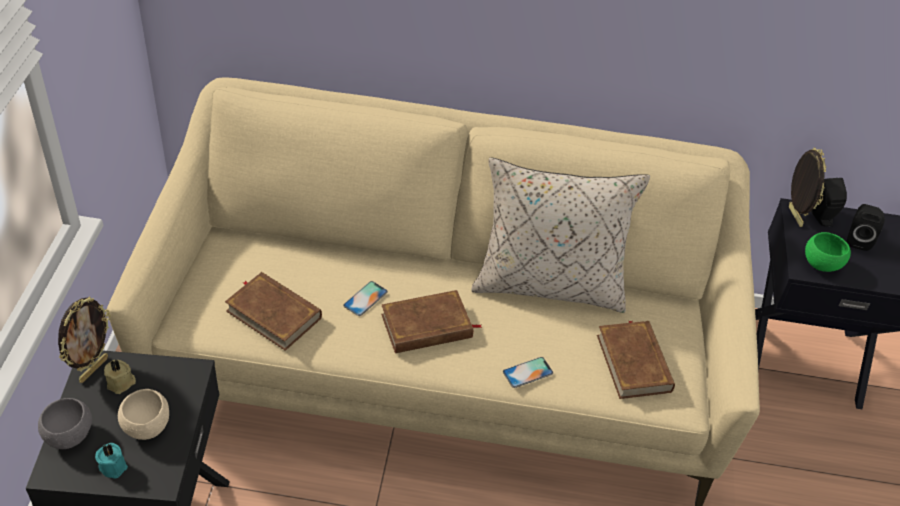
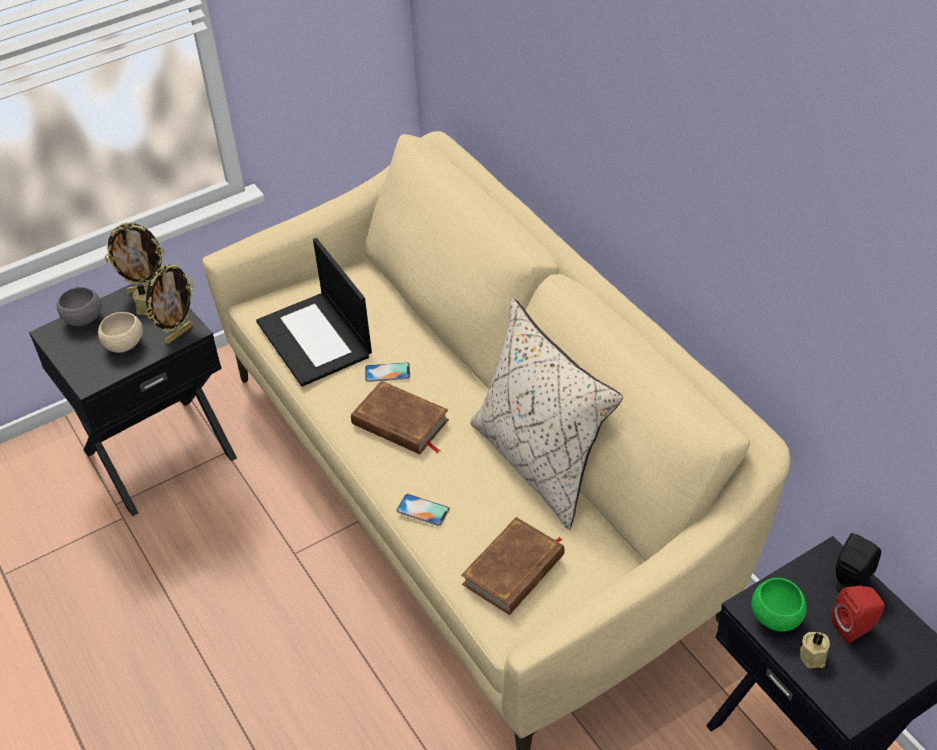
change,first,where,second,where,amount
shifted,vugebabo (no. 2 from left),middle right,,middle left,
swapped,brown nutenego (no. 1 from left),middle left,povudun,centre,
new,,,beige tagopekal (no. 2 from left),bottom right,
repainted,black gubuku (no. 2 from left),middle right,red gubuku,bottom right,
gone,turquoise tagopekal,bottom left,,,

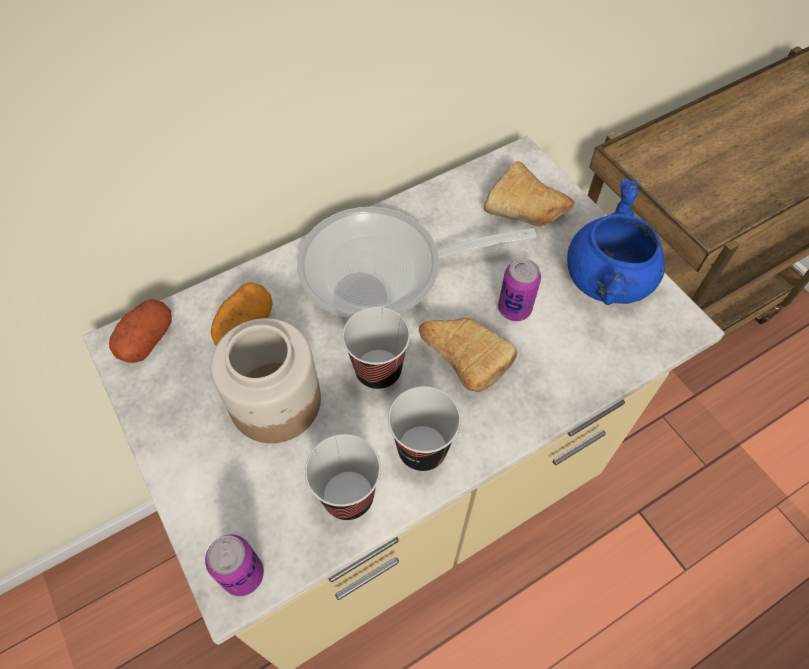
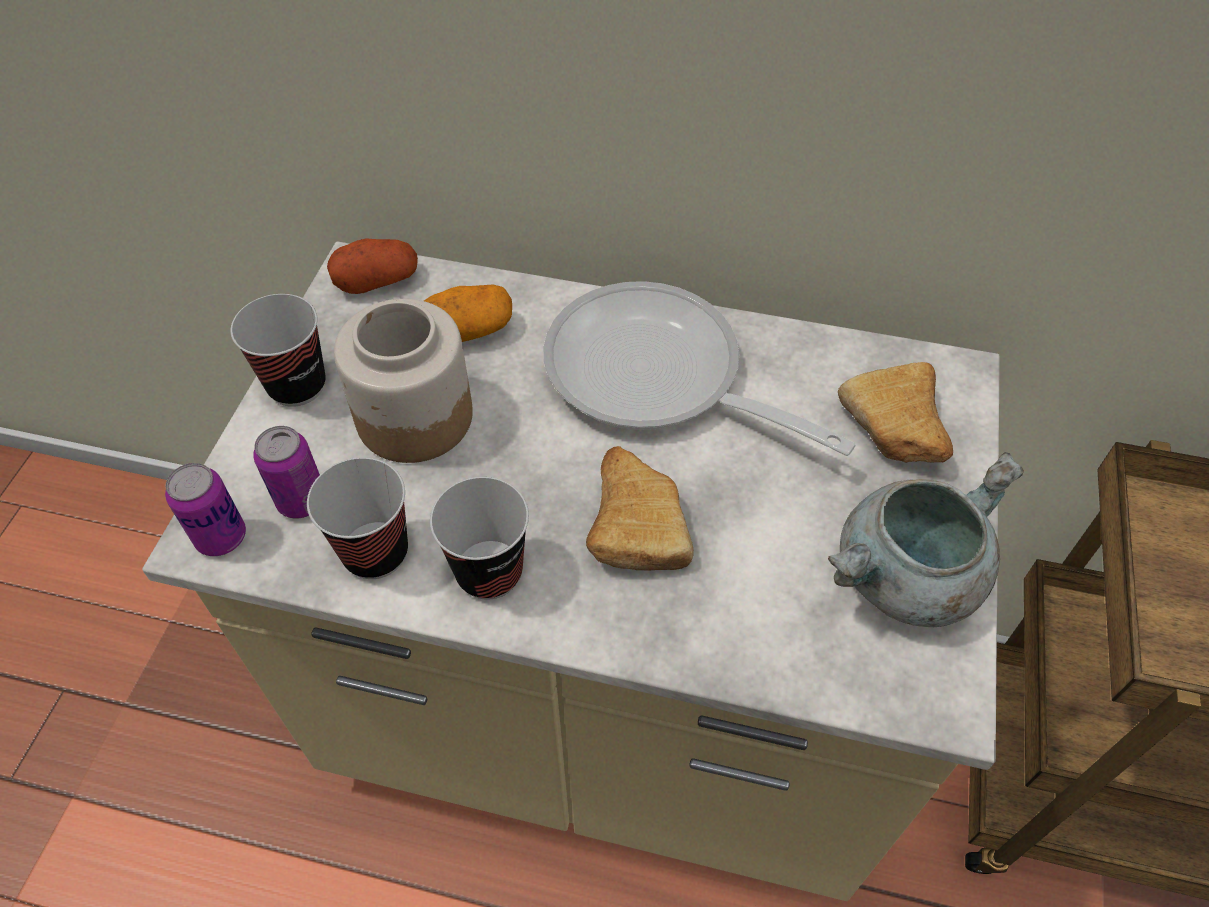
change,first,where,second,where,amount
shifted,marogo (no. 2 from left in the first image),centre,marogo (no. 1 from left),middle left,
shifted,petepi (no. 2 from left),centre,,middle left,
repainted,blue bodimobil,middle right,grey bodimobil,middle right,

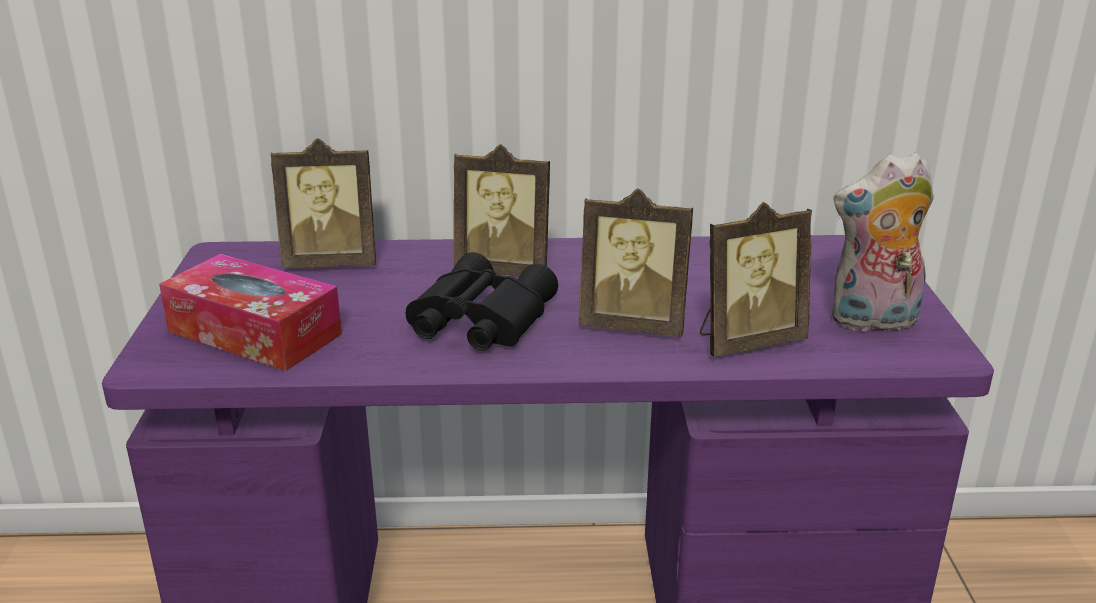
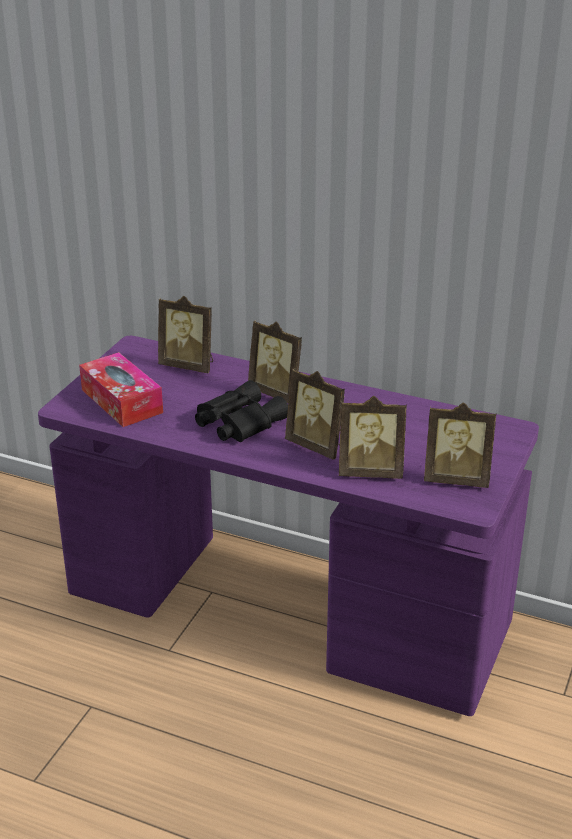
change,first,where,second,where,amount
swapped,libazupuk,middle right,vugebabo (no. 5 from left),middle right,

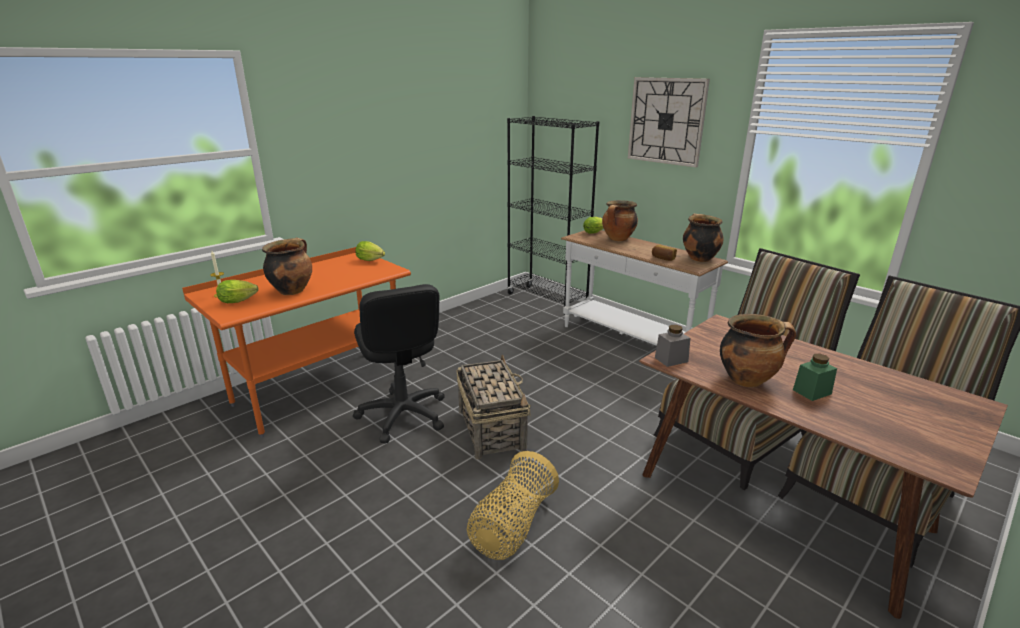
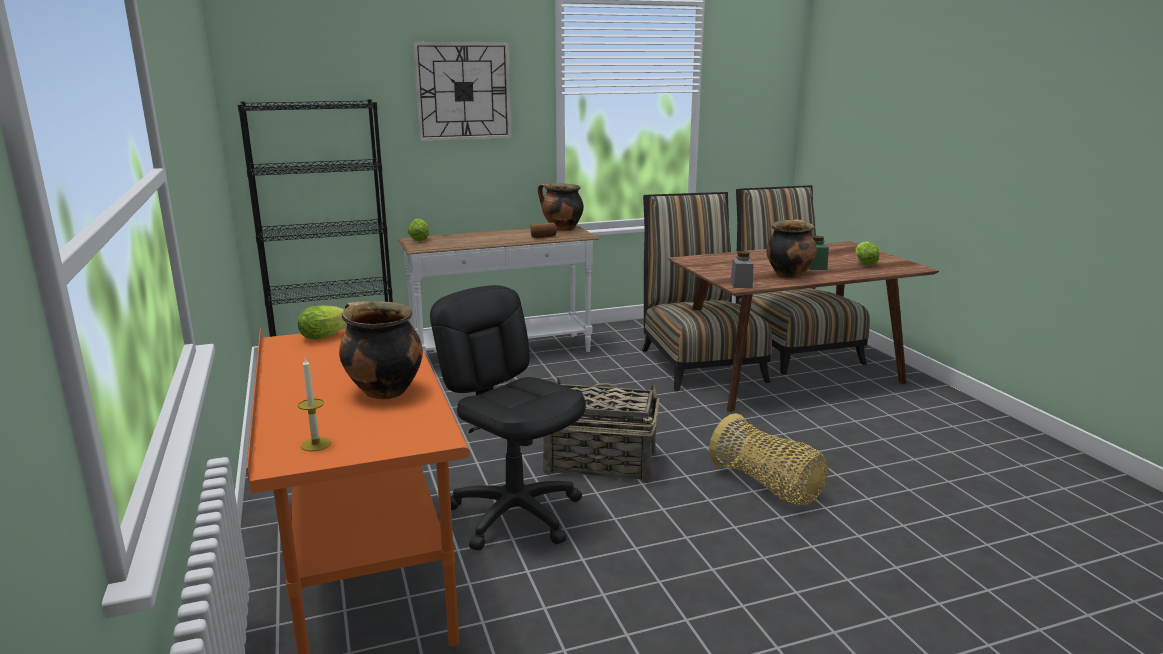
change,first,where,second,where,amount
rotated,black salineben,centre,,centre,135 degrees counterclockwise
shifted,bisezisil (no. 1 from left in the first image),middle left,bisezisil (no. 3 from left),middle right,
gone,bodimobil (no. 2 from left),centre,,,

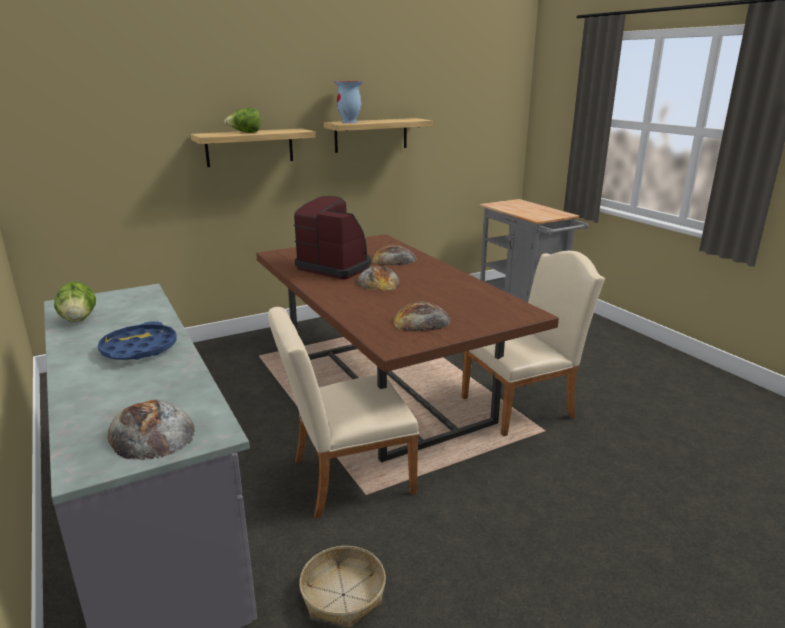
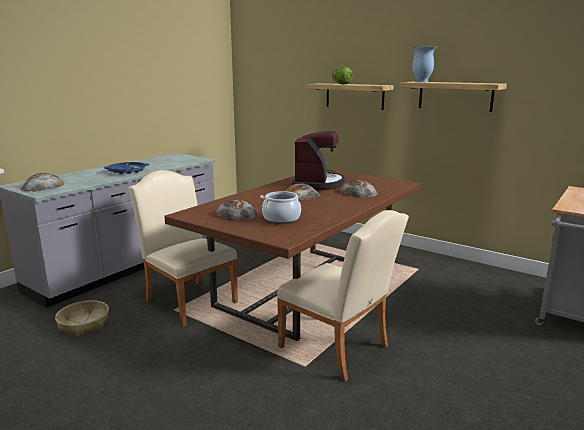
change,first,where,second,where,amount
new,,,bodimobil,centre,
gone,bisezisil (no. 1 from left),middle left,,,

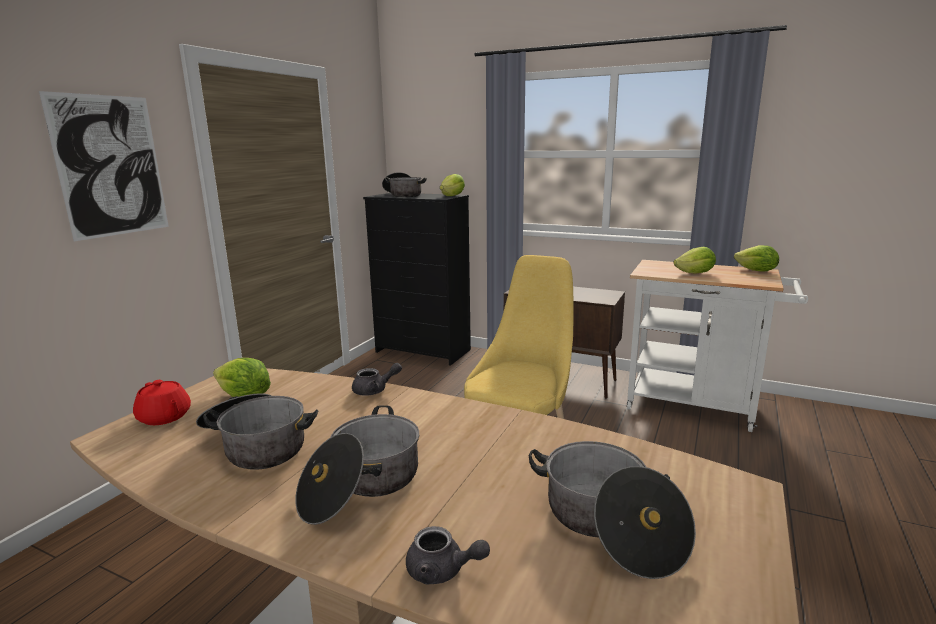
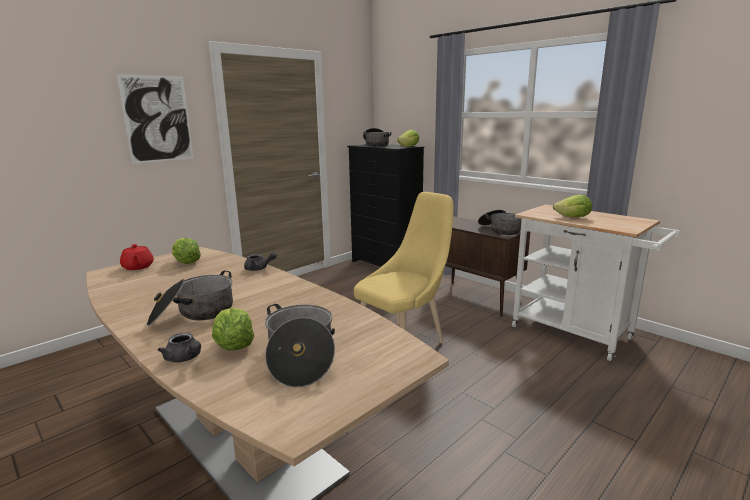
change,first,where,second,where,amount
shifted,bisezisil (no. 4 from left in the first image),middle right,bisezisil (no. 2 from left),middle left,
shifted,bodimobil (no. 1 from left in the first image),bottom left,bodimobil (no. 4 from left),middle right,

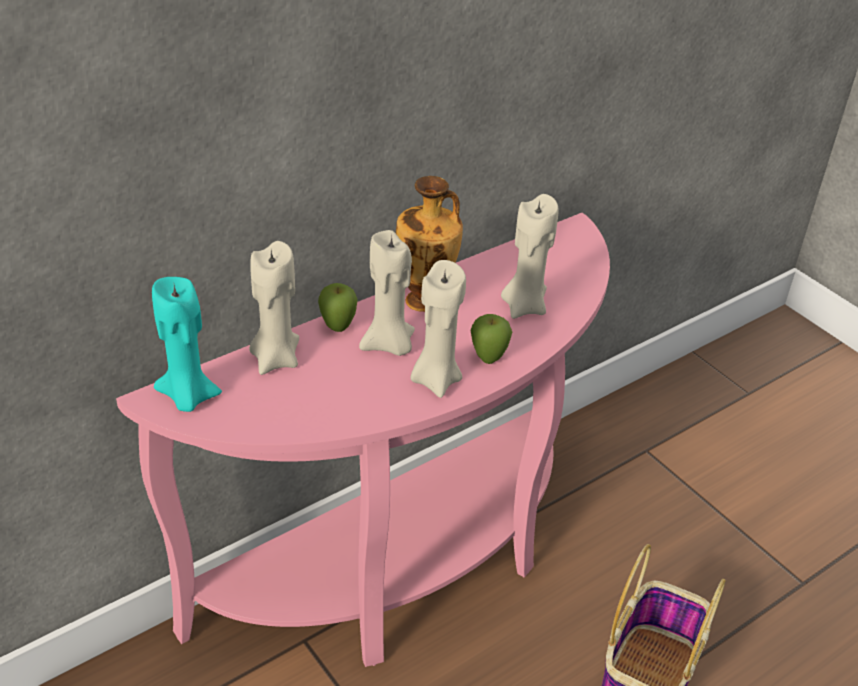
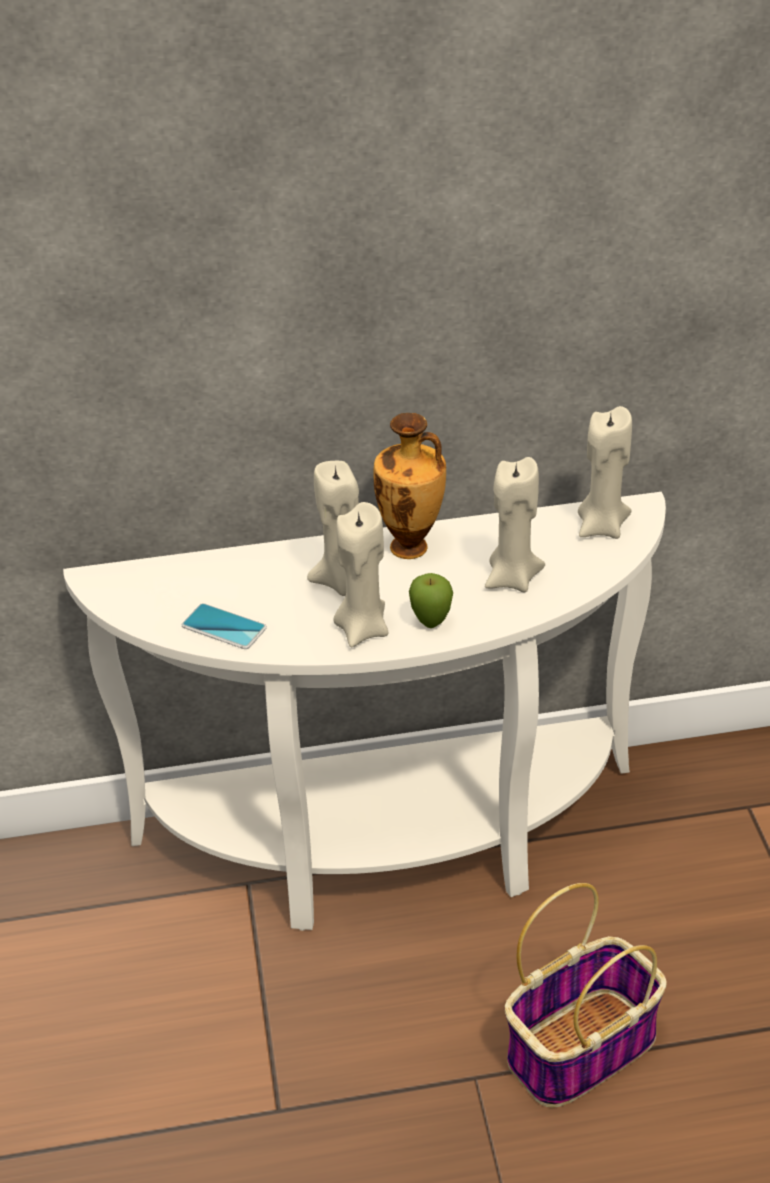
change,first,where,second,where,amount
repainted,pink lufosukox,centre,white lufosukox,centre,
new,,,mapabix,middle left,
shifted,beige tagopekal (no. 1 from left in the first image),middle left,beige tagopekal (no. 4 from left),middle right,
gone,turquoise tagopekal,middle left,,,
gone,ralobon (no. 1 from left),centre,,,

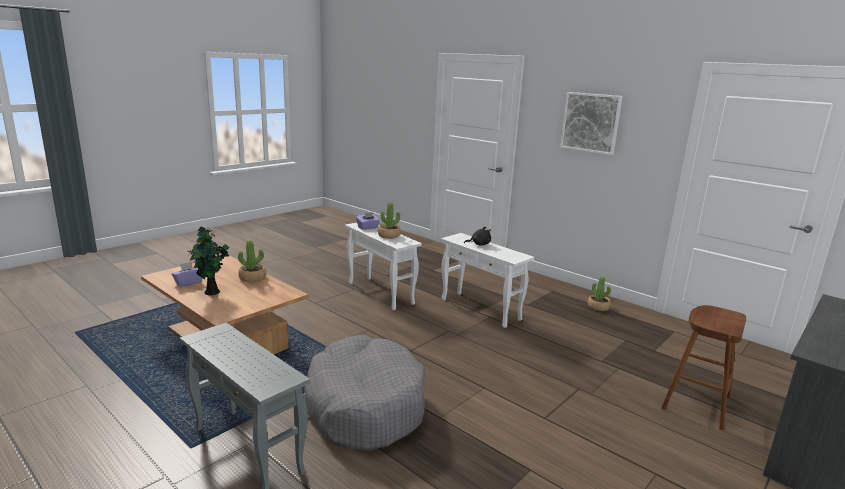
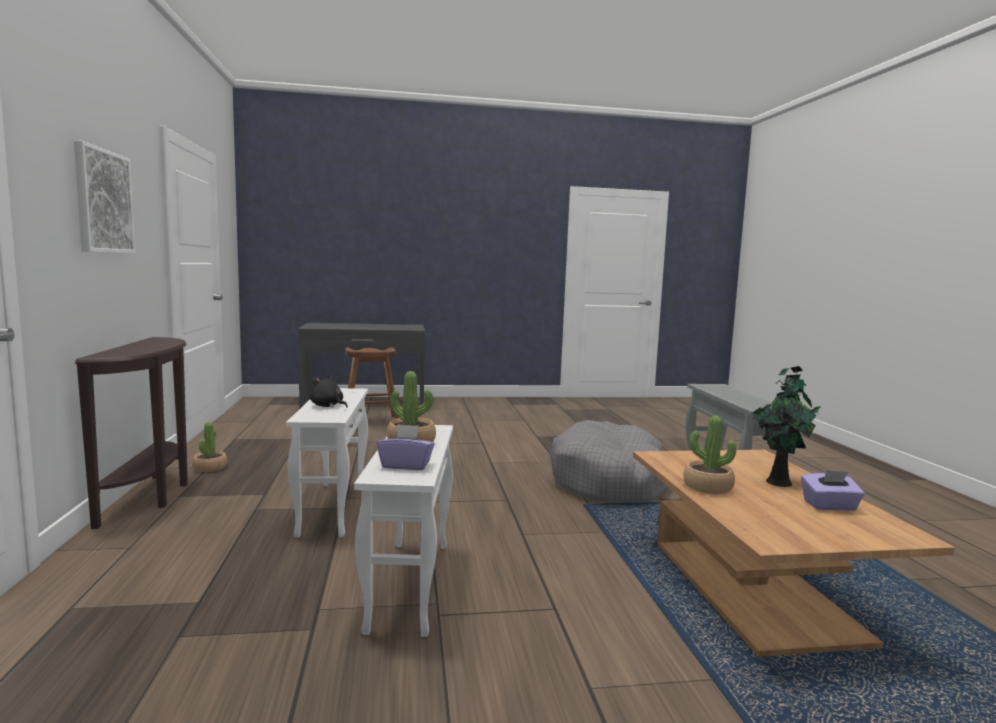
change,first,where,second,where,amount
new,,,brown lufosukox,middle left,

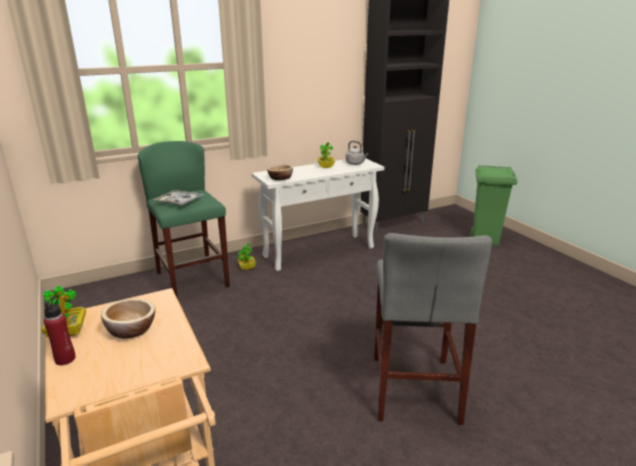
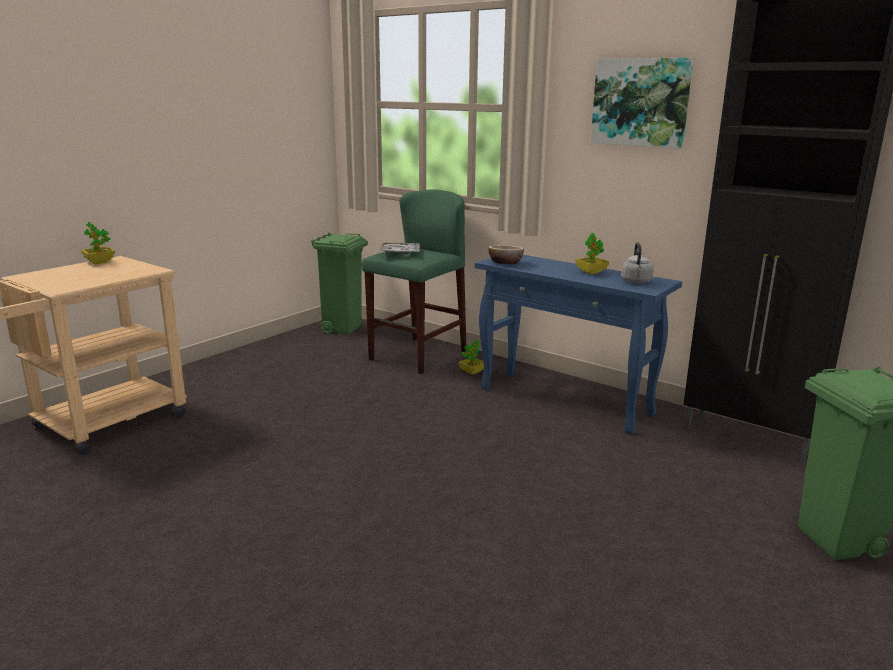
change,first,where,second,where,amount
new,,,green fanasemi (no. 1 from left),centre,
repainted,white lufosukox,centre,blue lufosukox,centre,
new,,,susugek,top right,
gone,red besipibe,bottom left,,,
gone,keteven (no. 1 from left),bottom left,,,
gone,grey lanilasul,bottom right,,,

